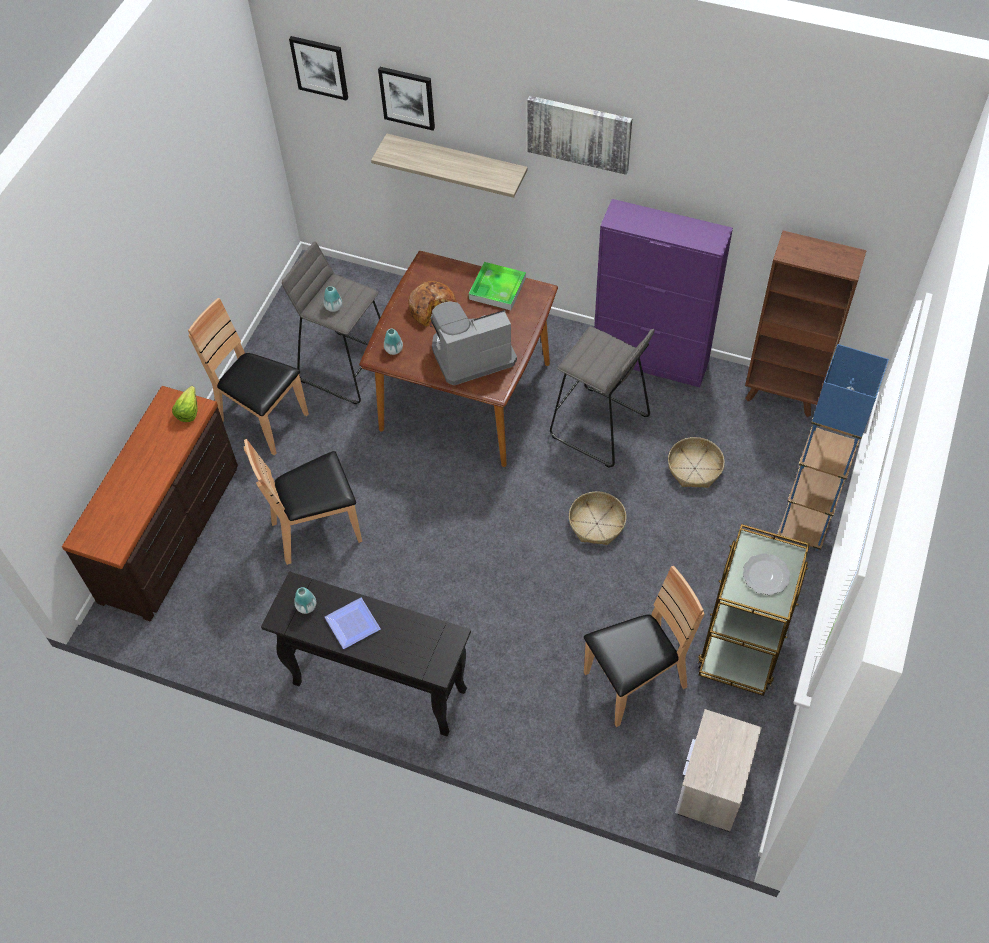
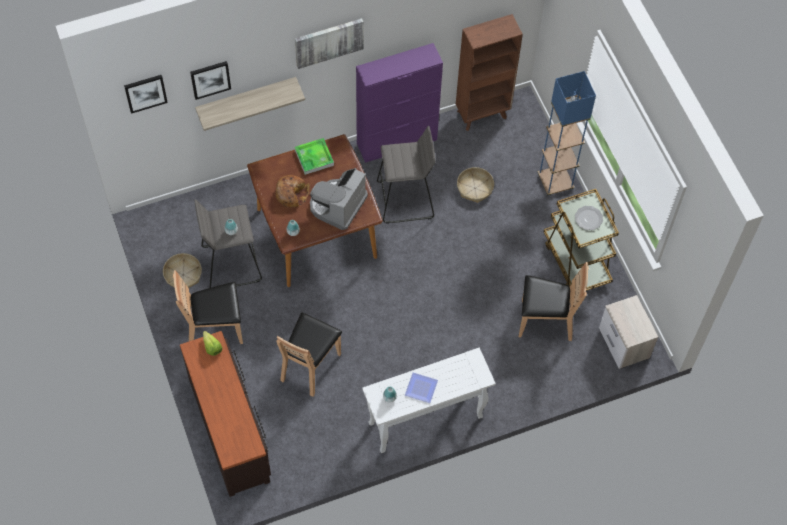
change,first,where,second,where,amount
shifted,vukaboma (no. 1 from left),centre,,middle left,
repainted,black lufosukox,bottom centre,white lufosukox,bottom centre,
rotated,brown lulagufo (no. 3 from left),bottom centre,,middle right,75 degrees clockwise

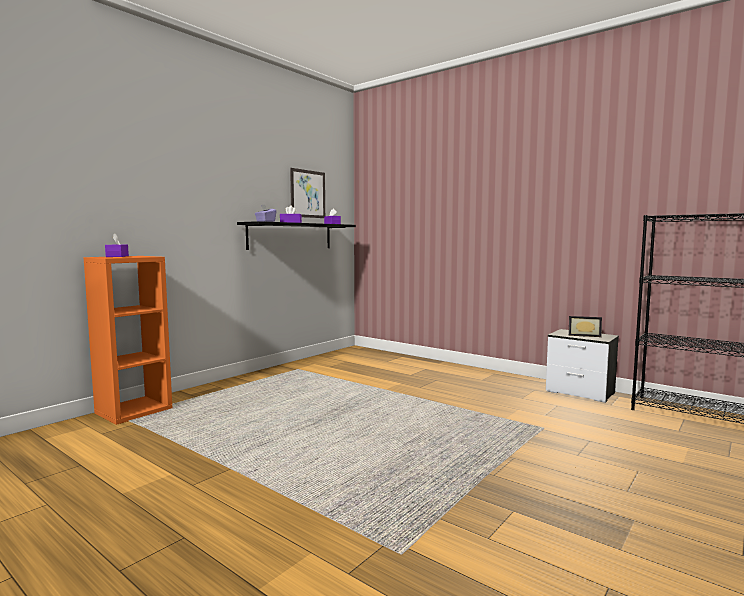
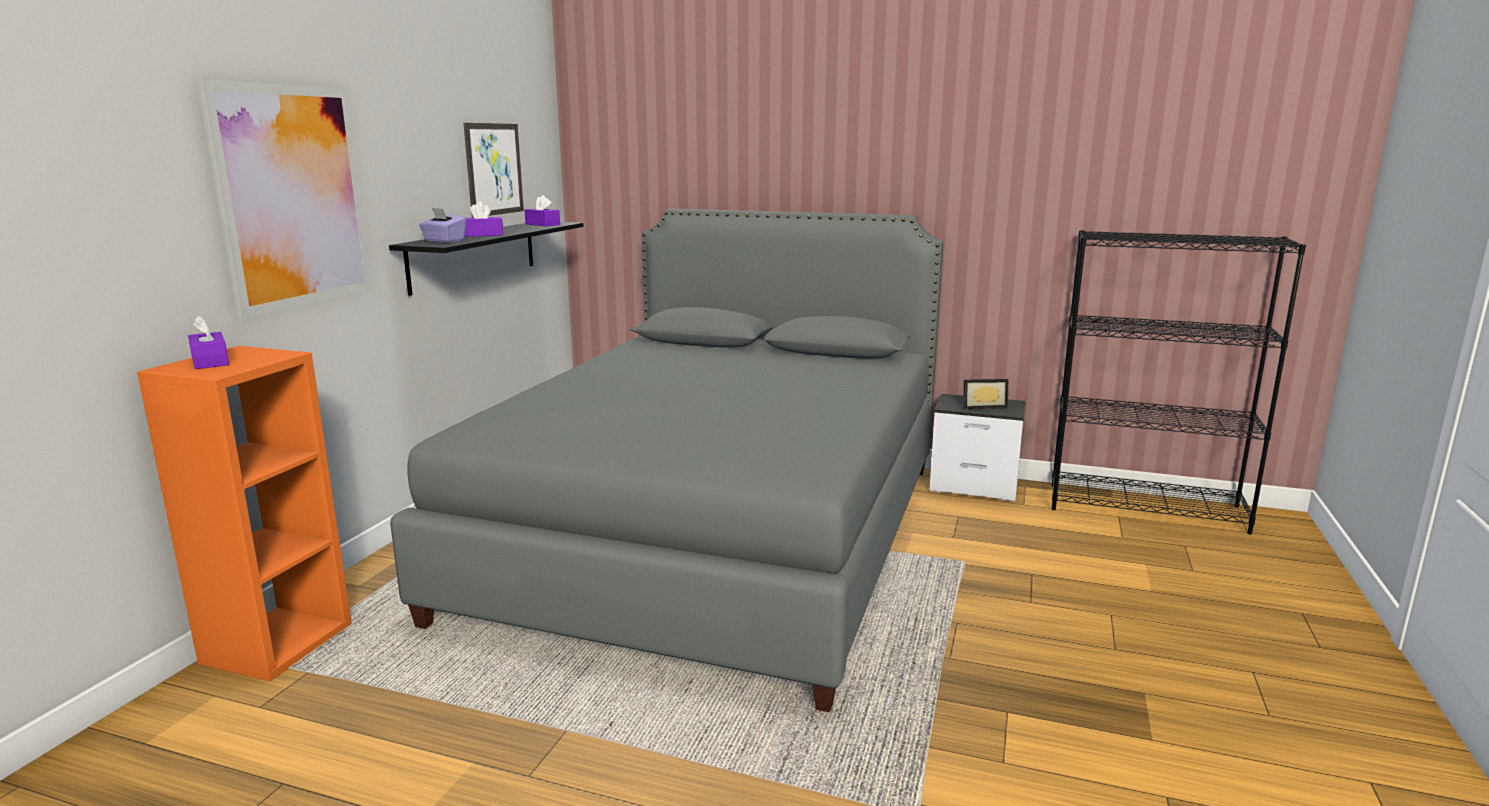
change,first,where,second,where,amount
new,,,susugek (no. 1 from left),top left,
new,,,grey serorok,centre,

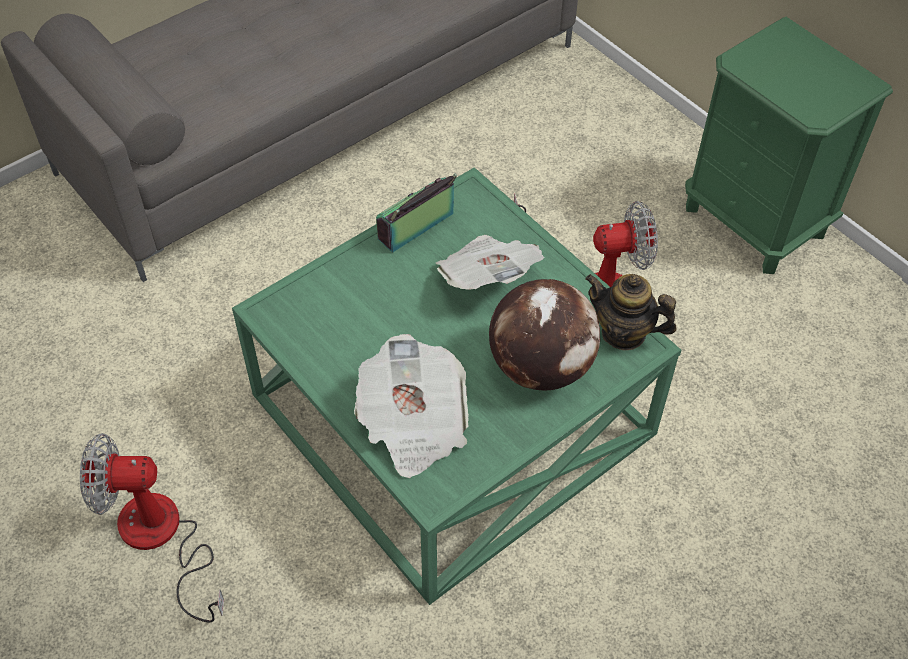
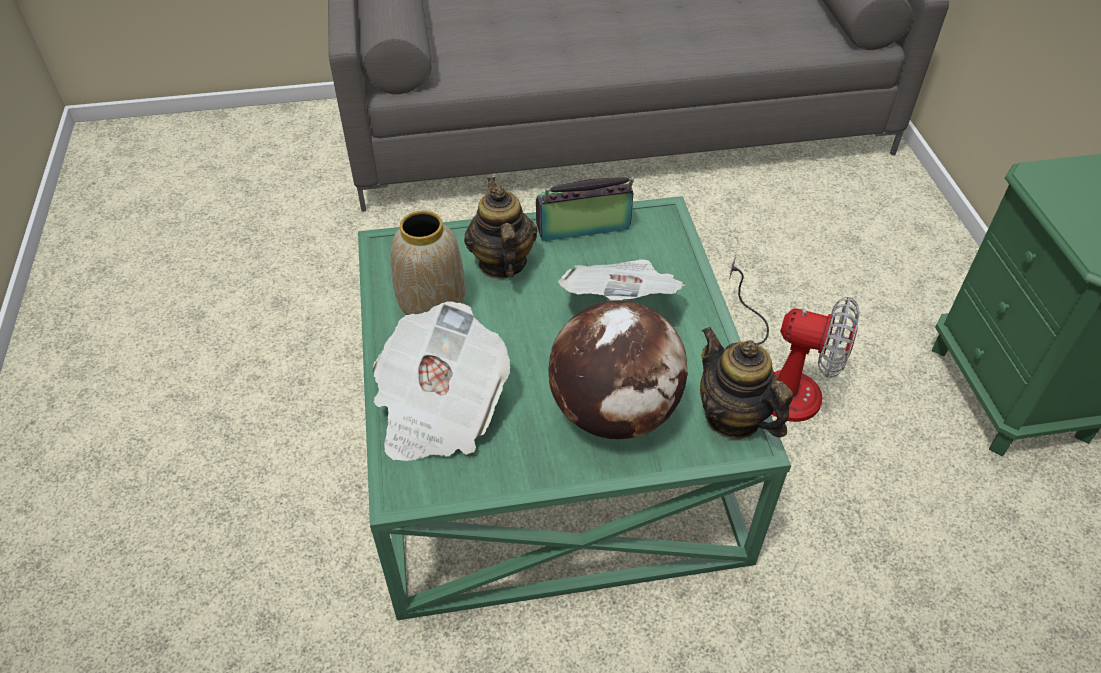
change,first,where,second,where,amount
new,,,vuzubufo,centre,
new,,,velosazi (no. 1 from left),centre,
gone,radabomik (no. 1 from left),bottom left,,,

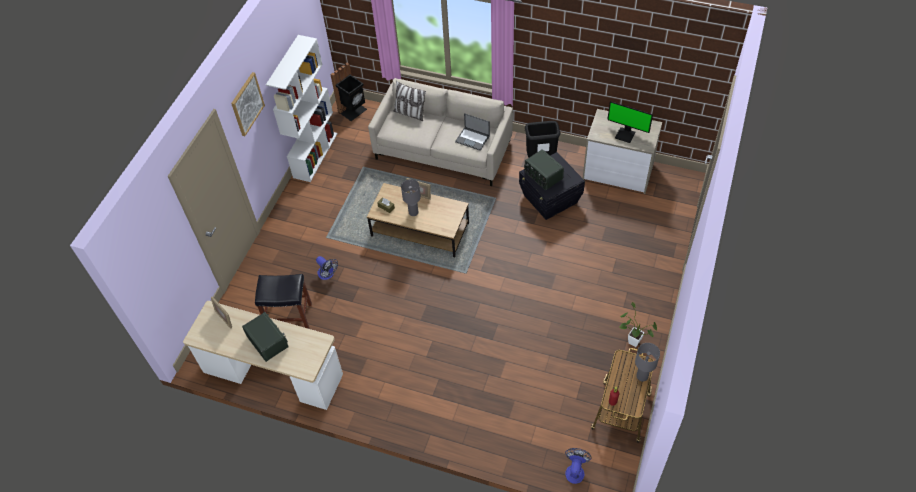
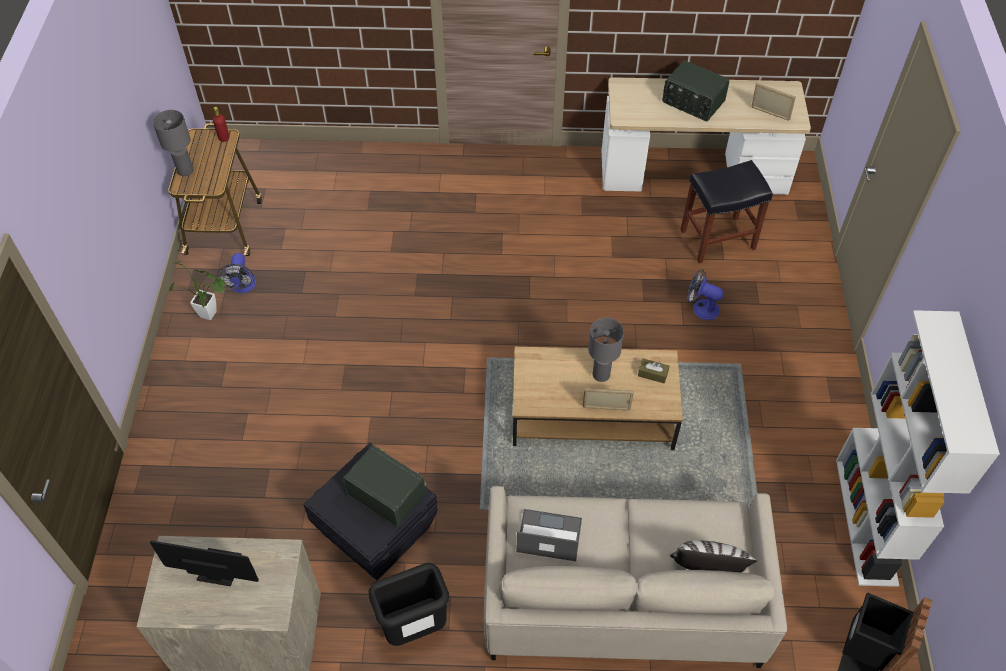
change,first,where,second,where,amount
shifted,radabomik (no. 2 from left in the first image),bottom centre,radabomik (no. 1 from left),middle left,
gone,susugek,top left,,,

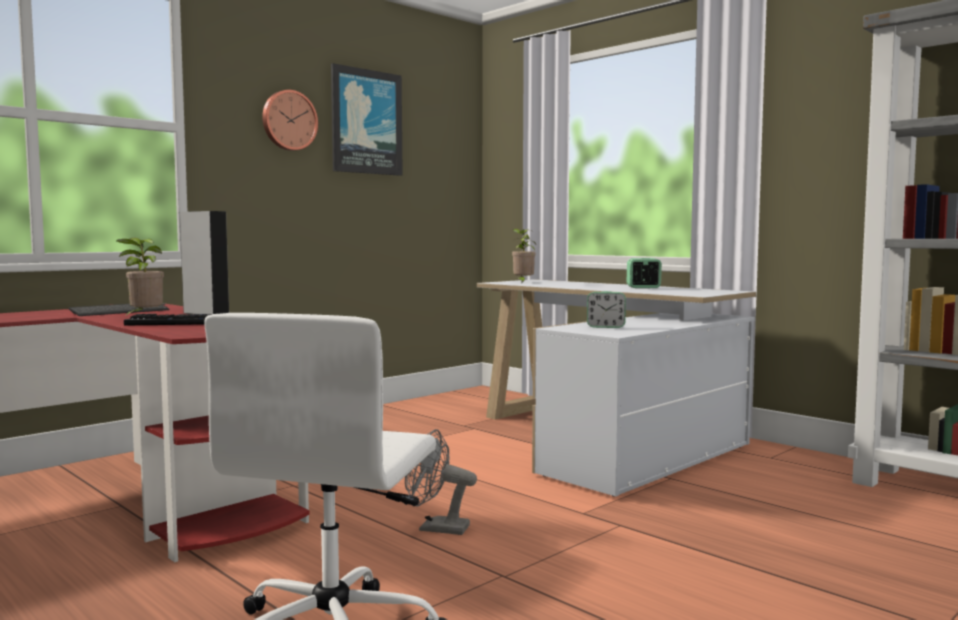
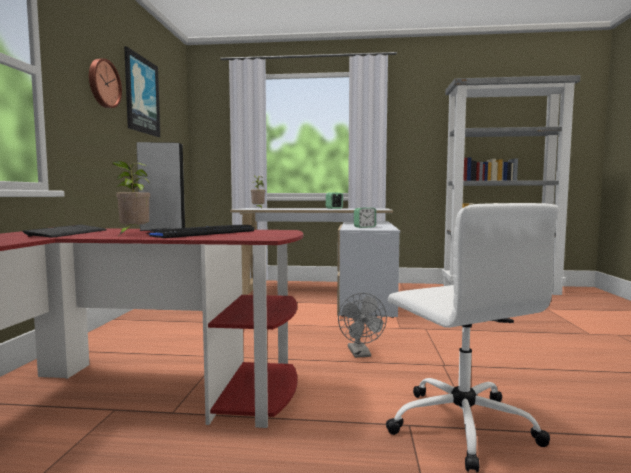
change,first,where,second,where,amount
rotated,grey radabomik,bottom centre,,bottom centre,75 degrees counterclockwise

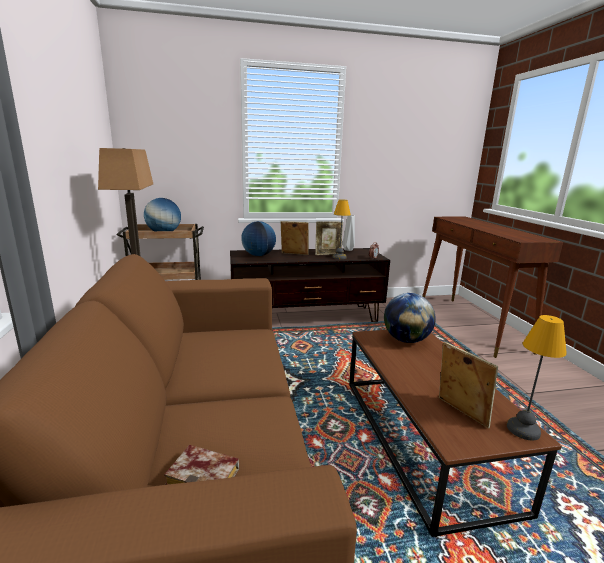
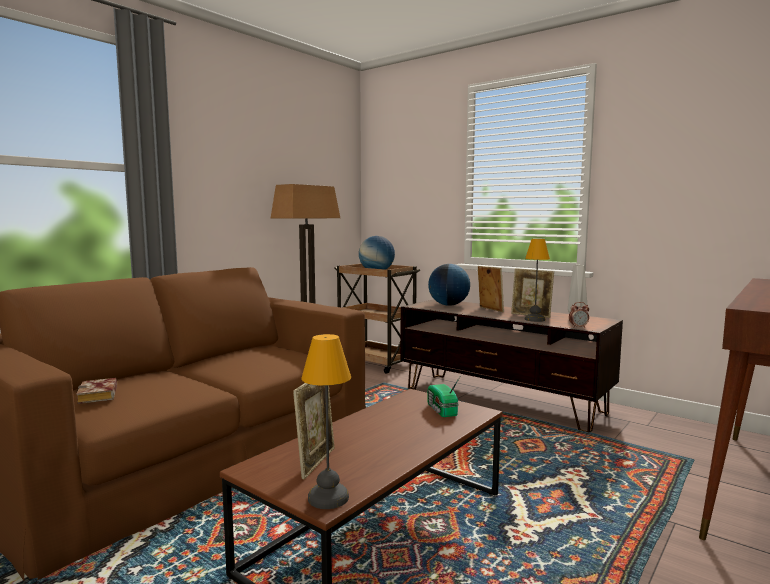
change,first,where,second,where,amount
swapped,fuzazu (no. 3 from left),middle right,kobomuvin,bottom centre,

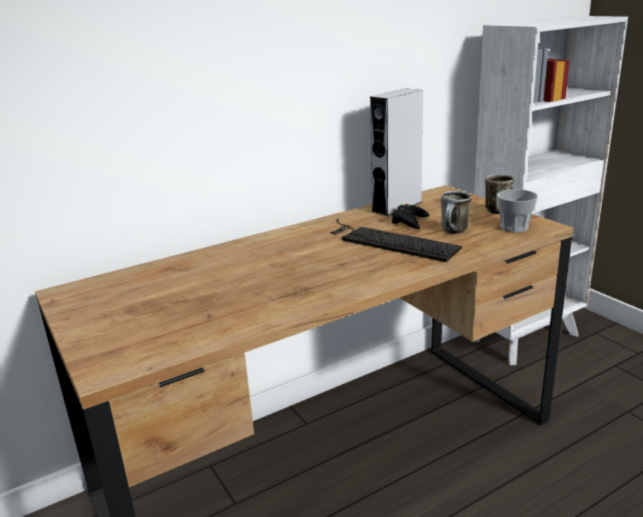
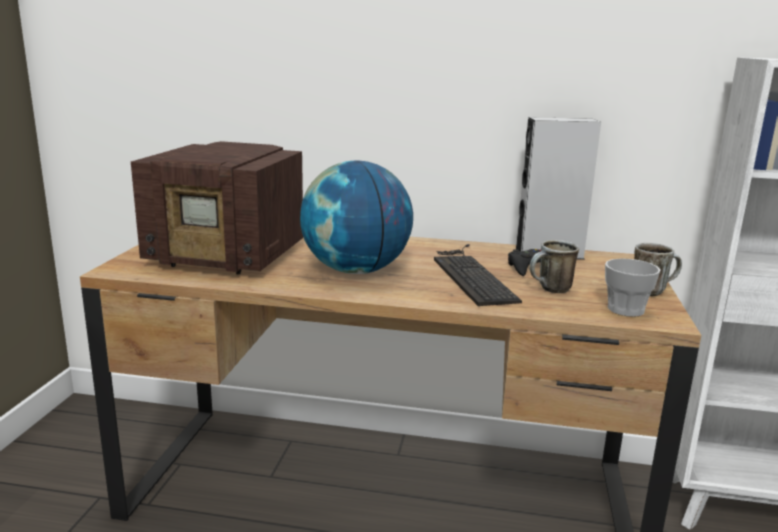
change,first,where,second,where,amount
new,,,kobomuvin,middle left,
new,,,fuzazu,centre,

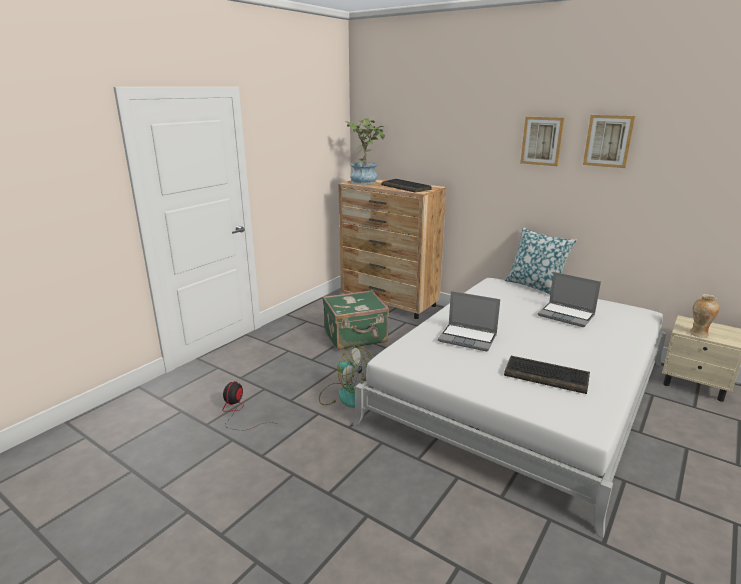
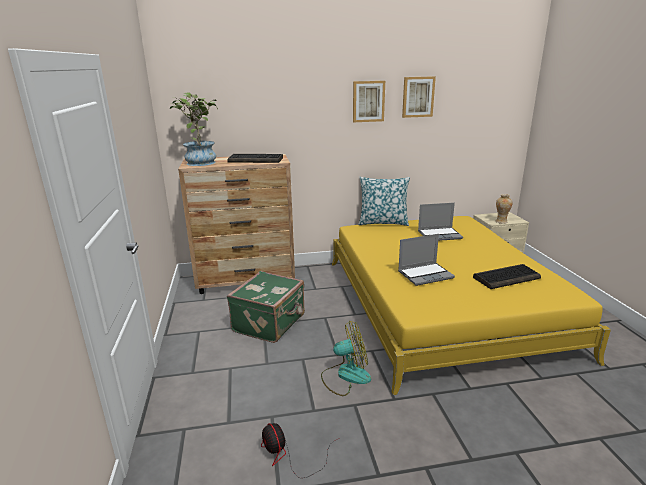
change,first,where,second,where,amount
repainted,white serorok,bottom right,yellow serorok,middle right,

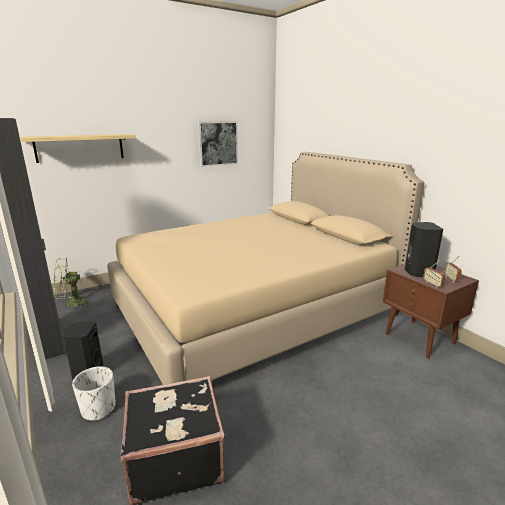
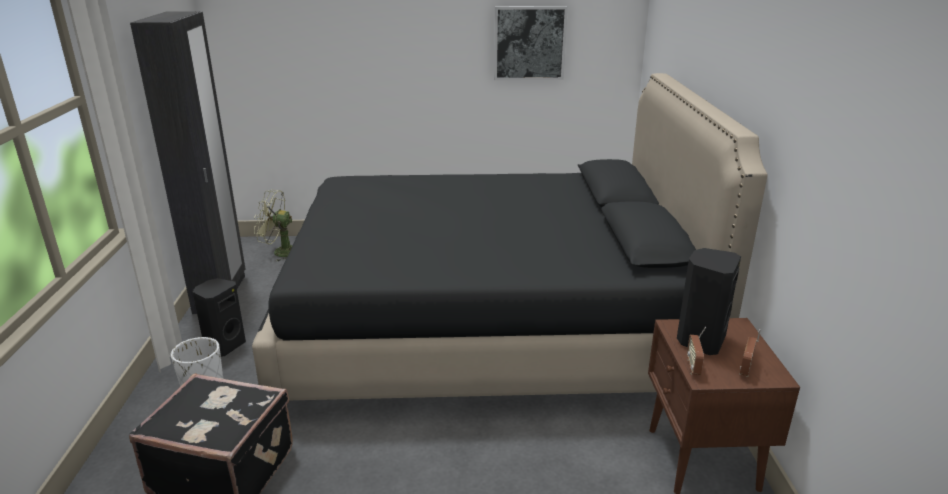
change,first,where,second,where,amount
repainted,beige serorok,centre,black serorok,centre,
gone,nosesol,top left,,,

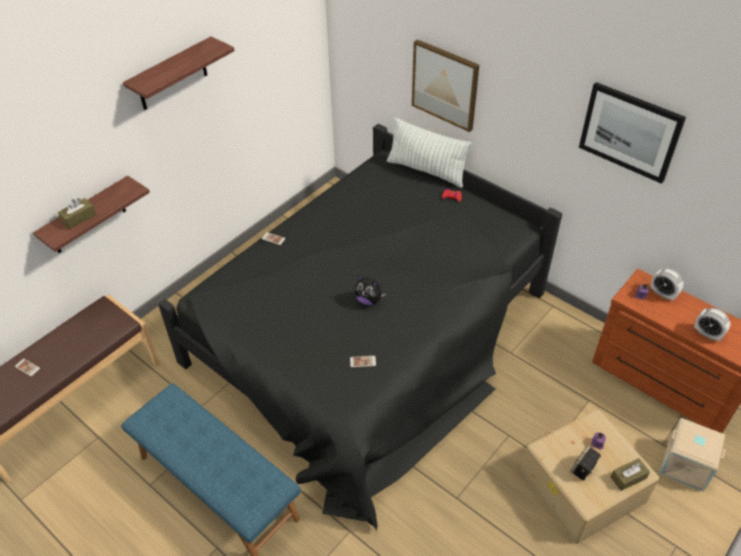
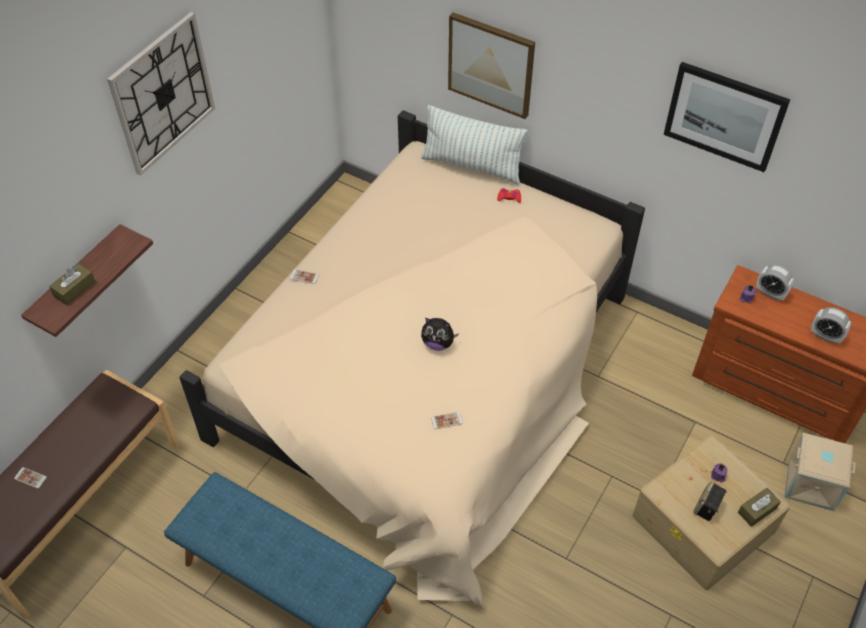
change,first,where,second,where,amount
swapped,nosesol (no. 2 from left),top left,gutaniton,top left,
repainted,black serorok,centre,beige serorok,centre,

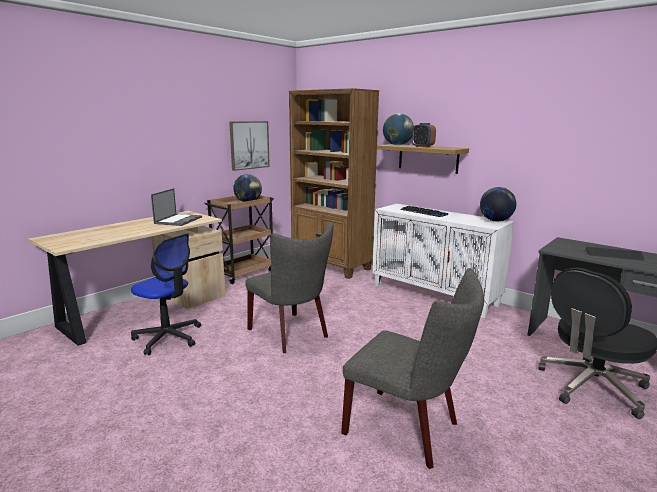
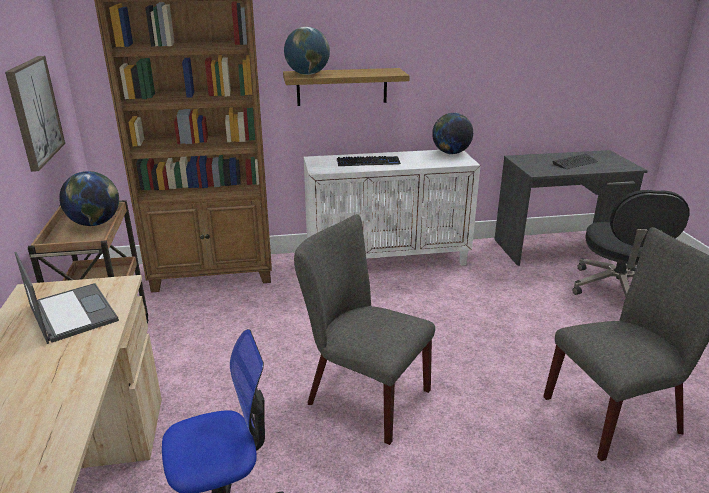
change,first,where,second,where,amount
rotated,grey lulagufo (no. 1 from left),centre,,bottom centre,150 degrees counterclockwise
gone,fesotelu,top centre,,,

